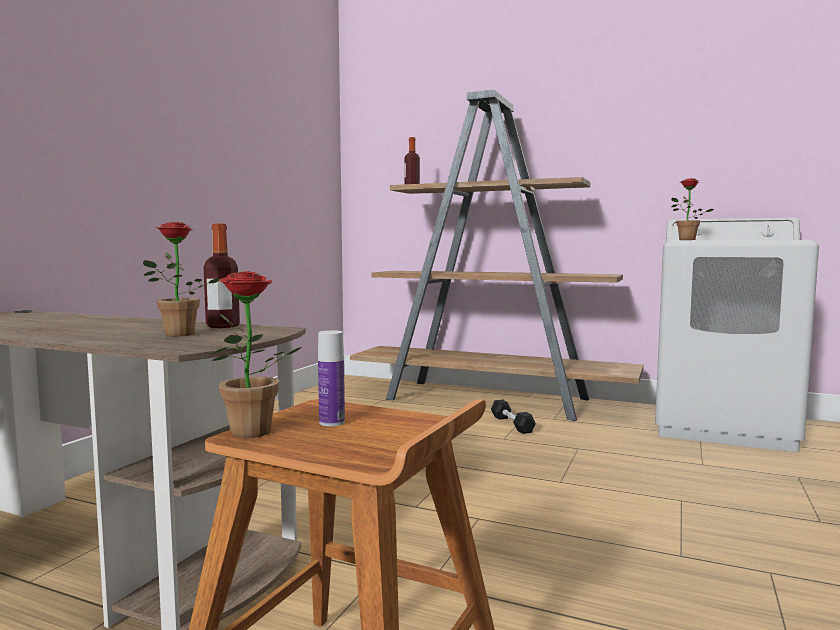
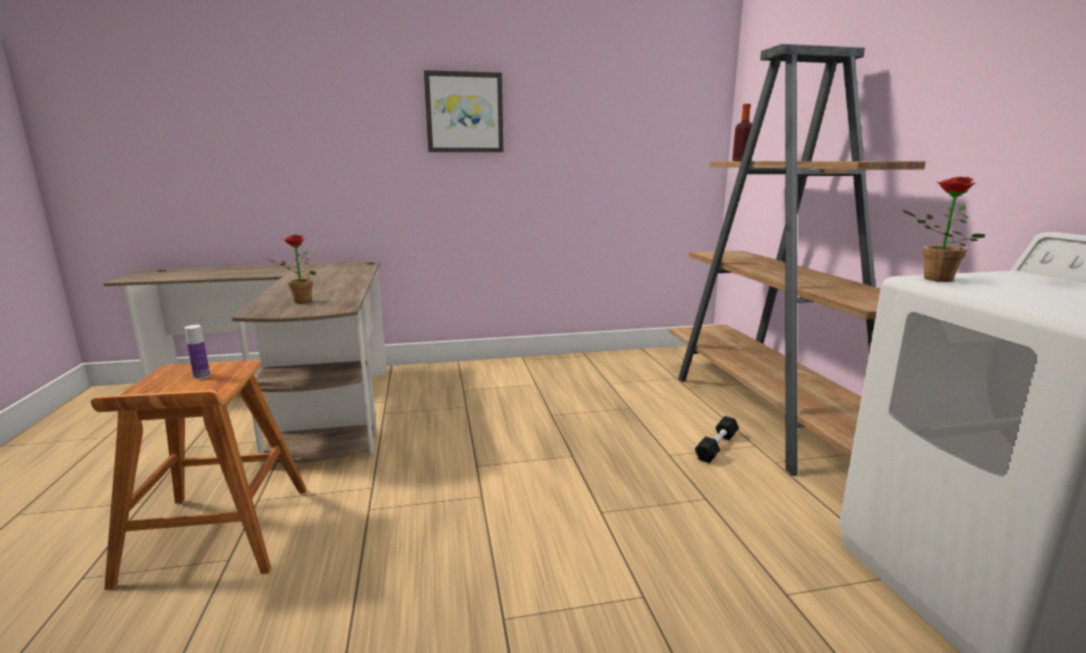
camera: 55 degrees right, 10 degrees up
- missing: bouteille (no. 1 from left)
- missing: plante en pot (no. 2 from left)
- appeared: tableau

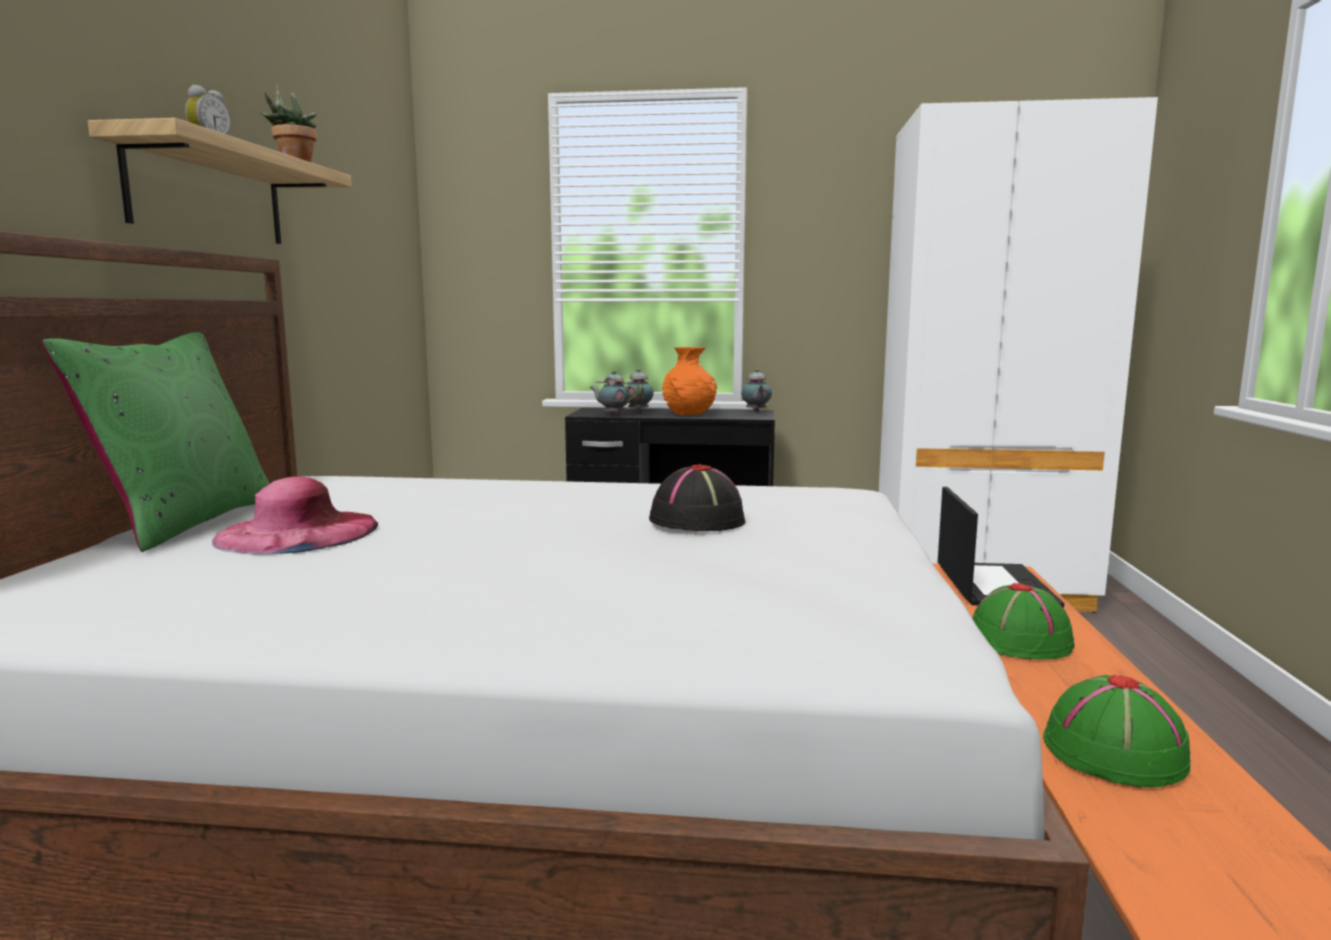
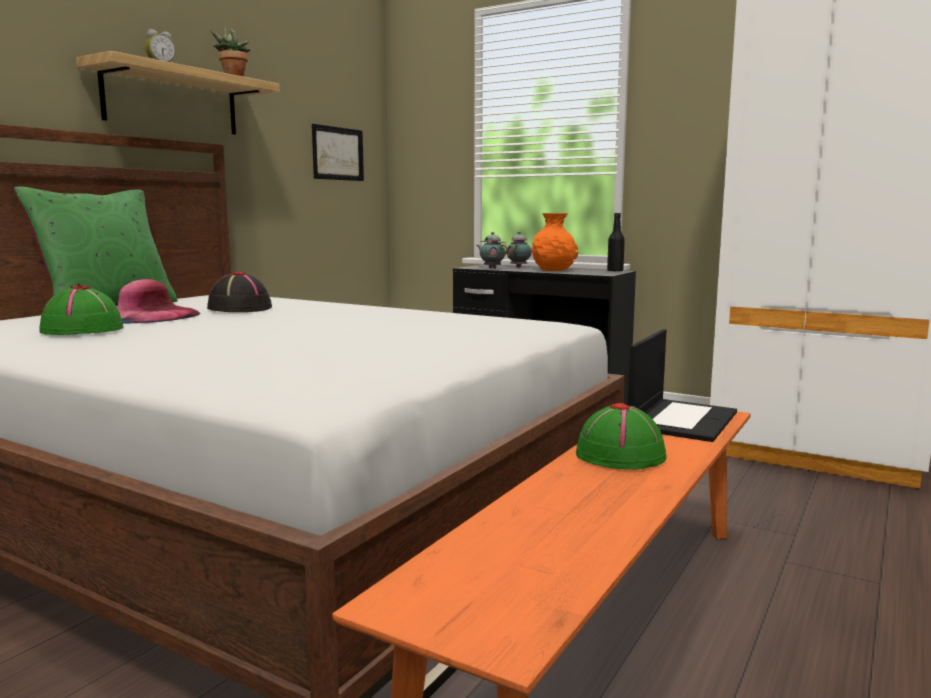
camera: 25 degrees right, 0 degrees up
- appeared: tableau
- relocated: chapeau/noir
- relocated: chapeau/vert (no. 2 from left in the first image) to chapeau/vert (no. 1 from left)
- exchanged: théière (no. 3 from left) to bouteille/noir

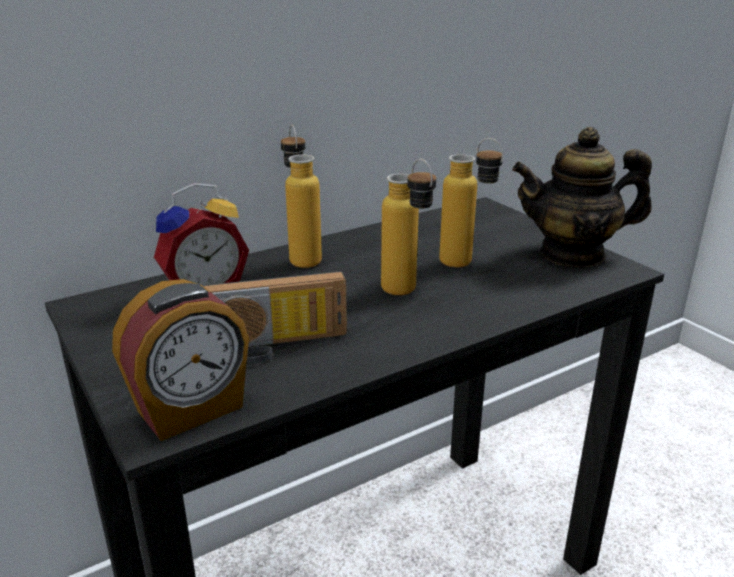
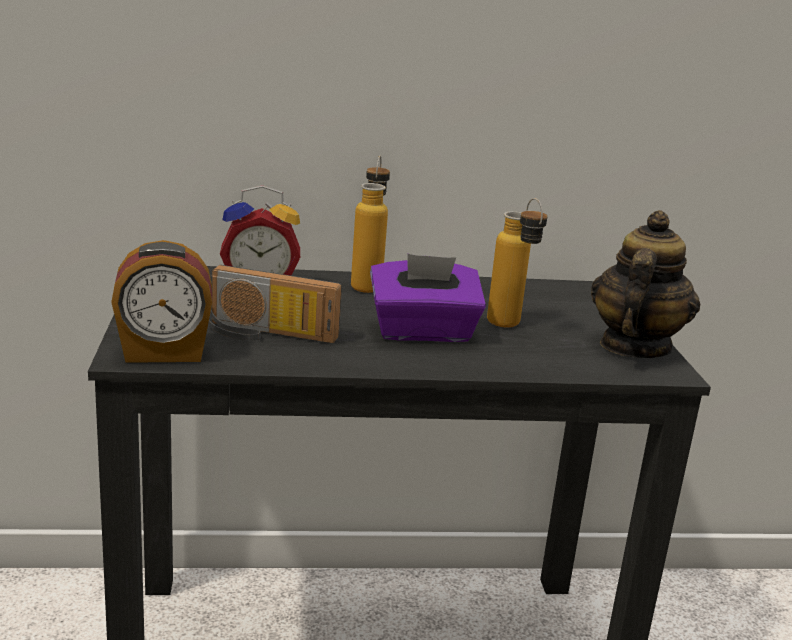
camera: 25 degrees right, 5 degrees down
- exchanged: bouteille (no. 2 from left) to boîte à mouchoirs/violet
- spun: théière 90 degrees clockwise

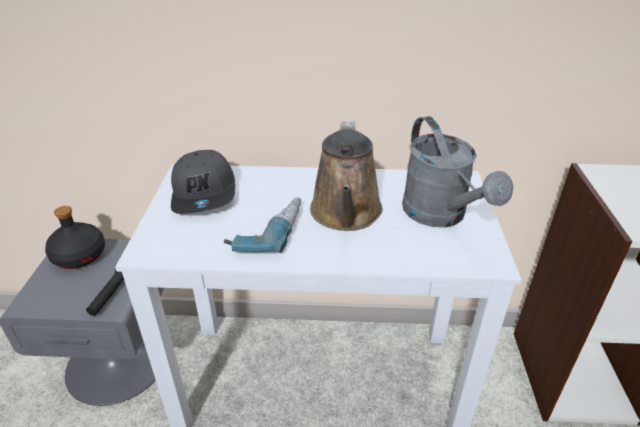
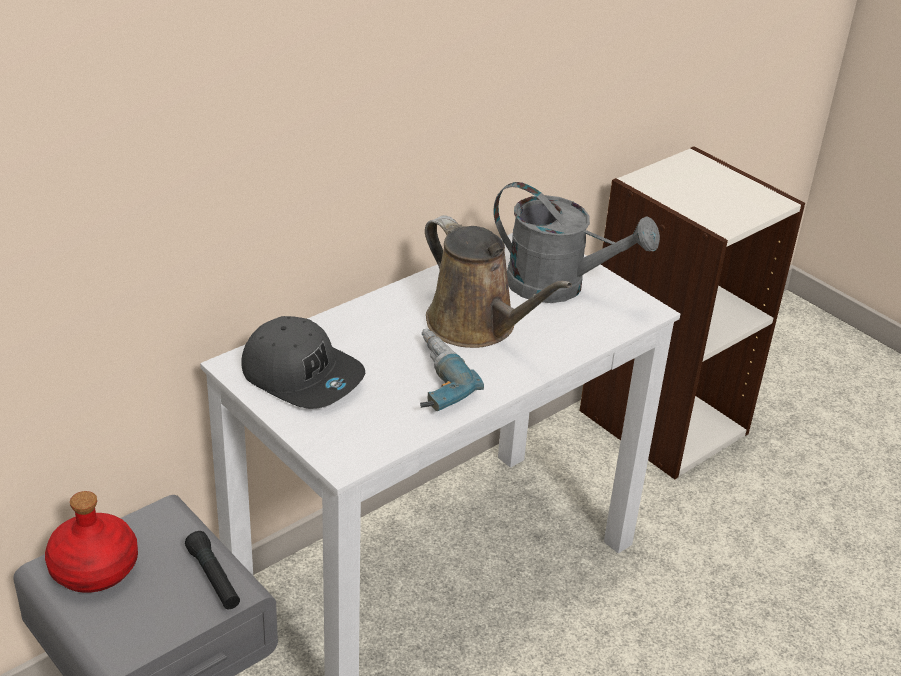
camera: 45 degrees left, 0 degrees up
- colour: bouteille/noir to bouteille/rouge

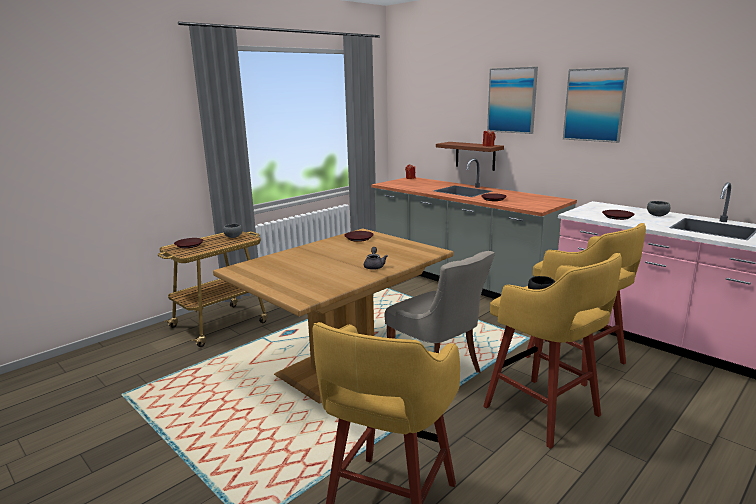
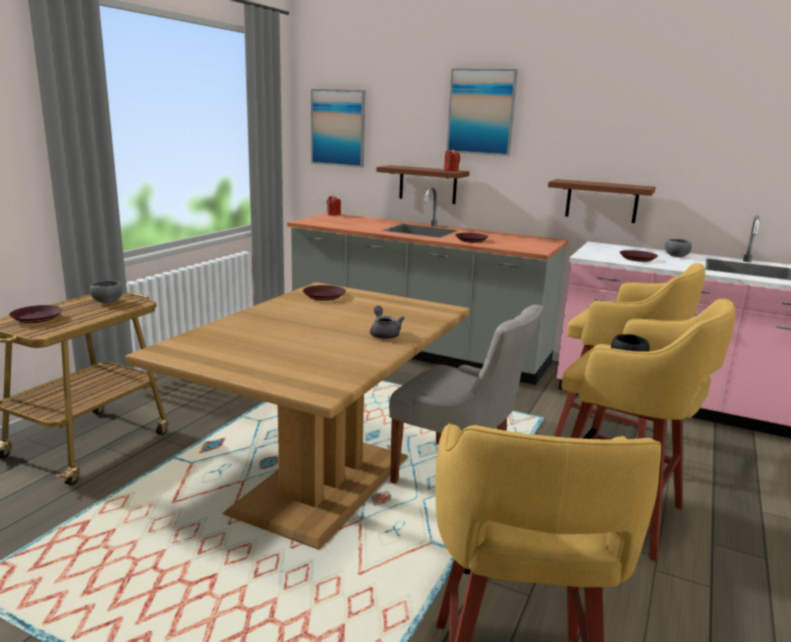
camera: 20 degrees left, 0 degrees up
- appeared: étagère/marron (no. 2 from left)
- relocated: tableau (no. 2 from left in the first image) to tableau (no. 1 from left)

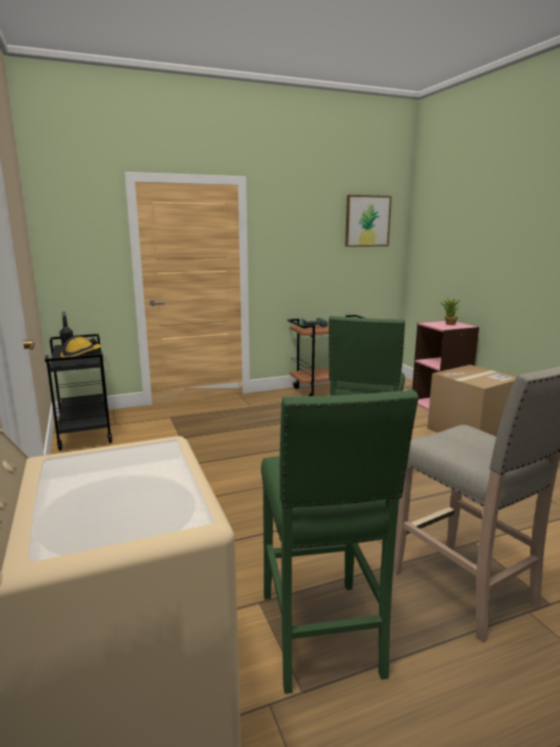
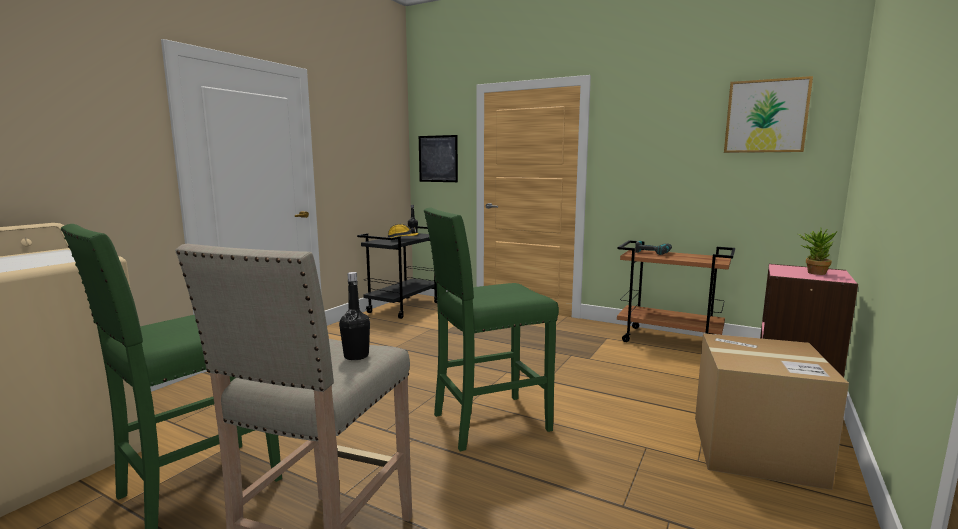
camera: 50 degrees right, 5 degrees down
- appeared: bouteille/noir (no. 1 from left)
- appeared: tableau (no. 1 from left)

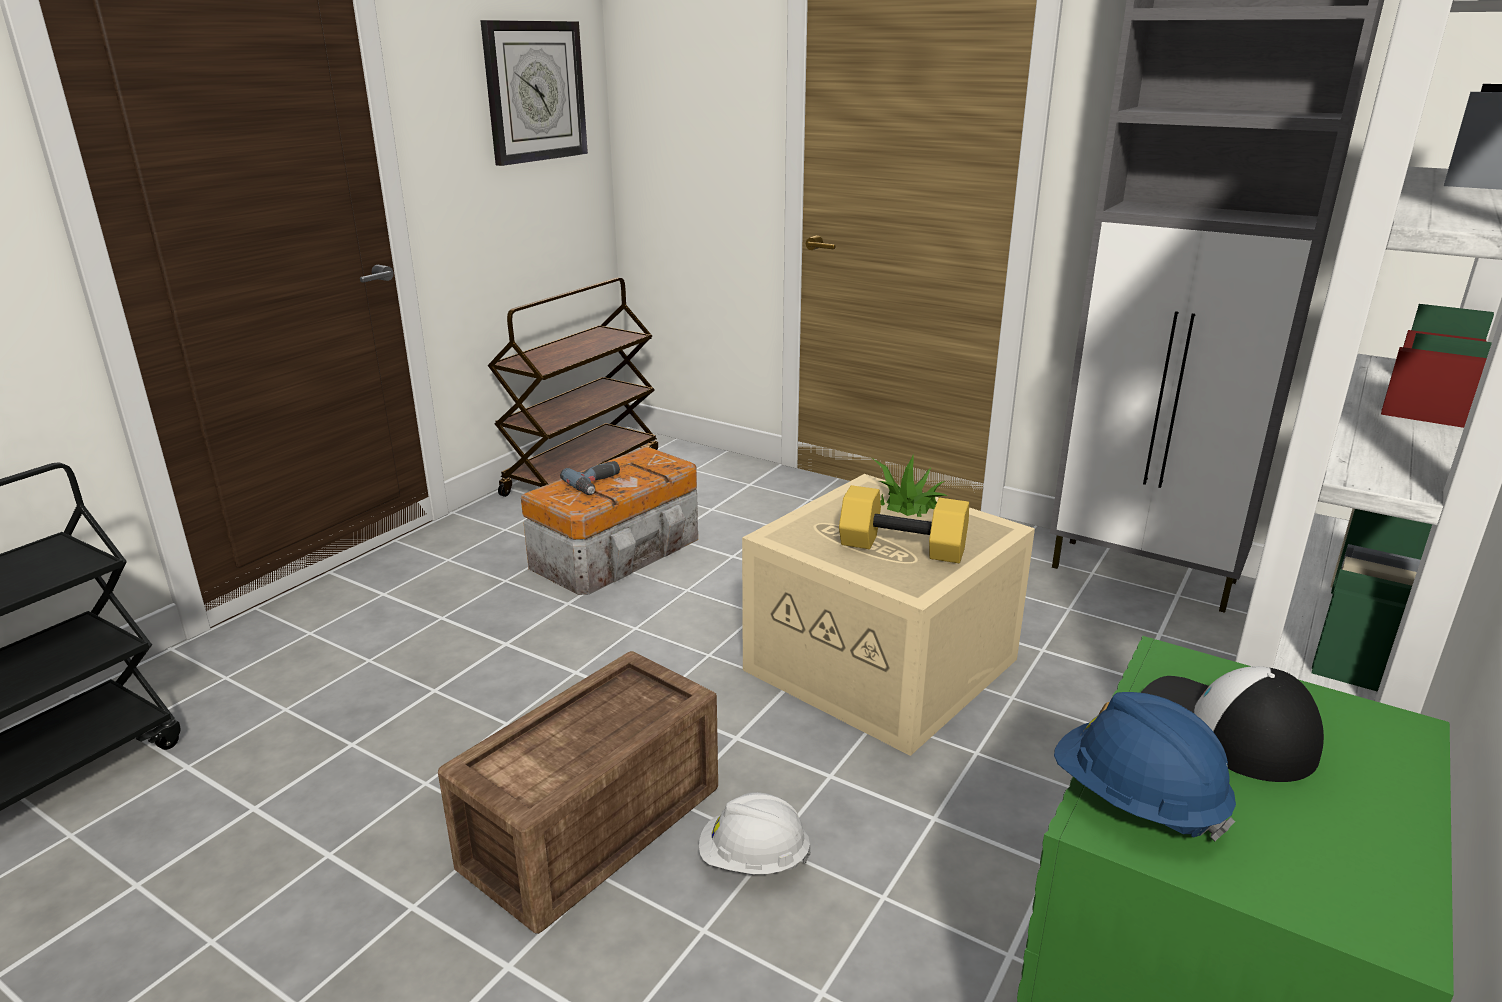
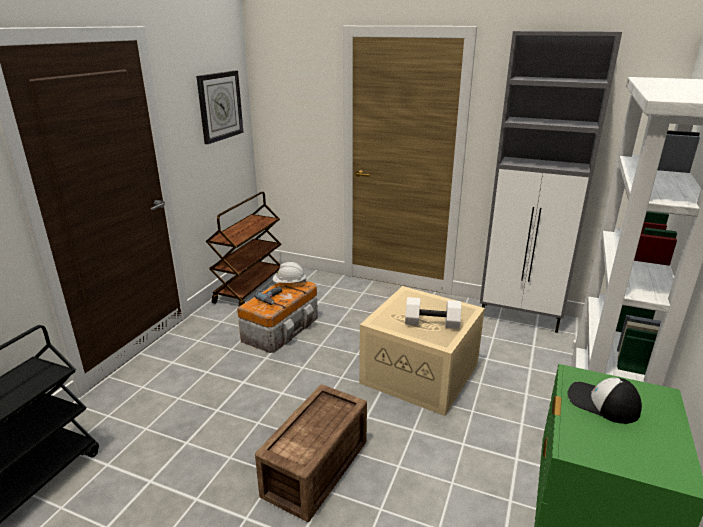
camera: 10 degrees left, 0 degrees up
- missing: plante en pot
- missing: casque de chantier/bleu
- relocated: casque de chantier/blanc
- colour: haltère/jaune to haltère/blanc

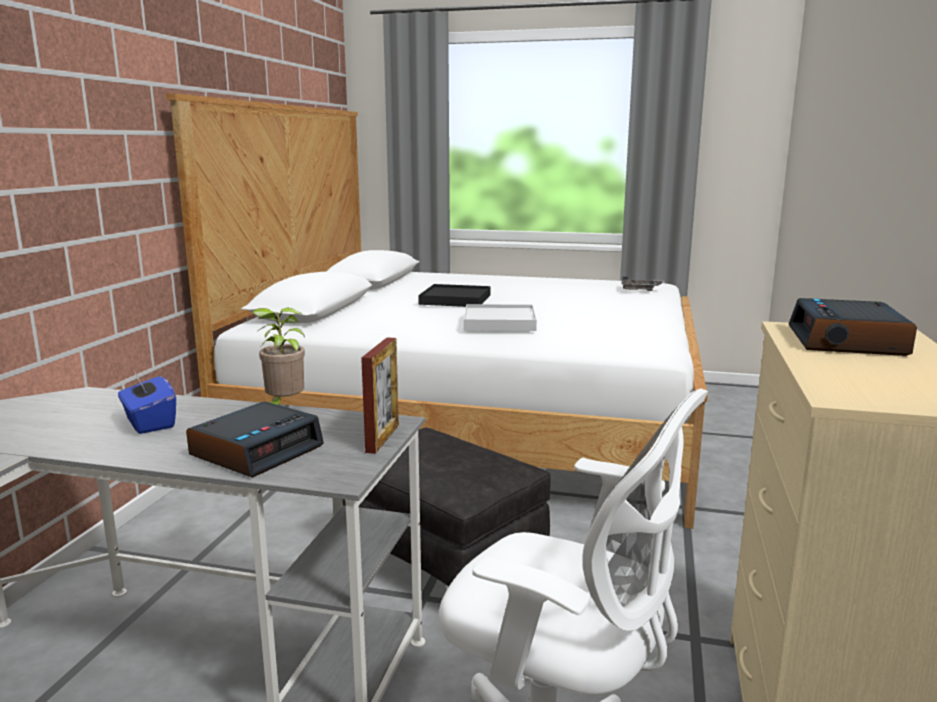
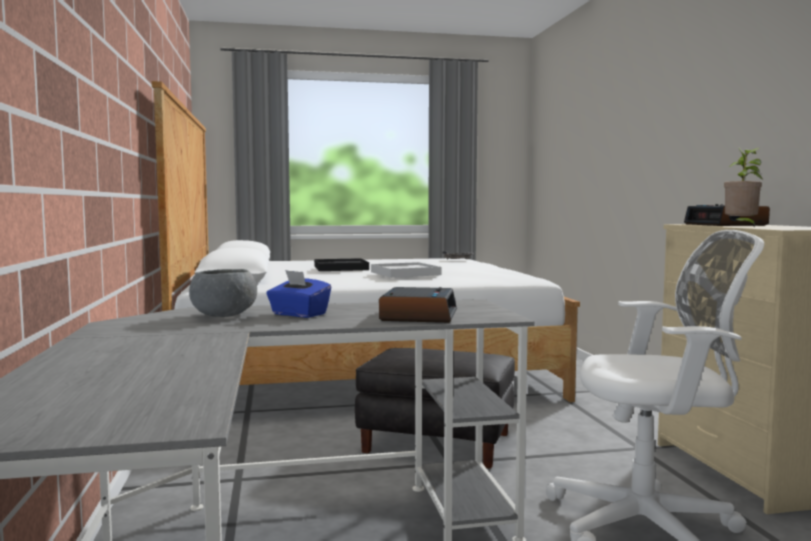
camera: 25 degrees left, 10 degrees down
- missing: cadre photo
- appeared: bol/gris
- relocated: plante en pot

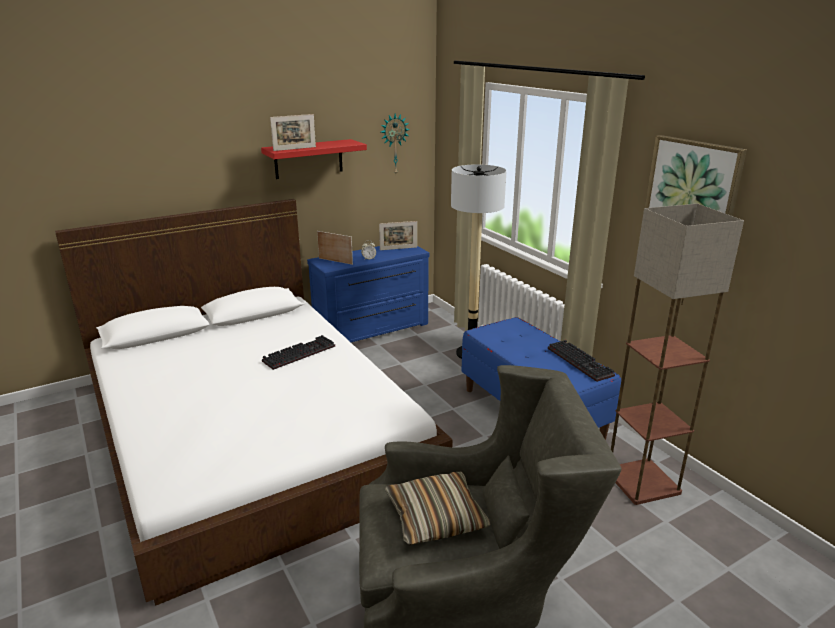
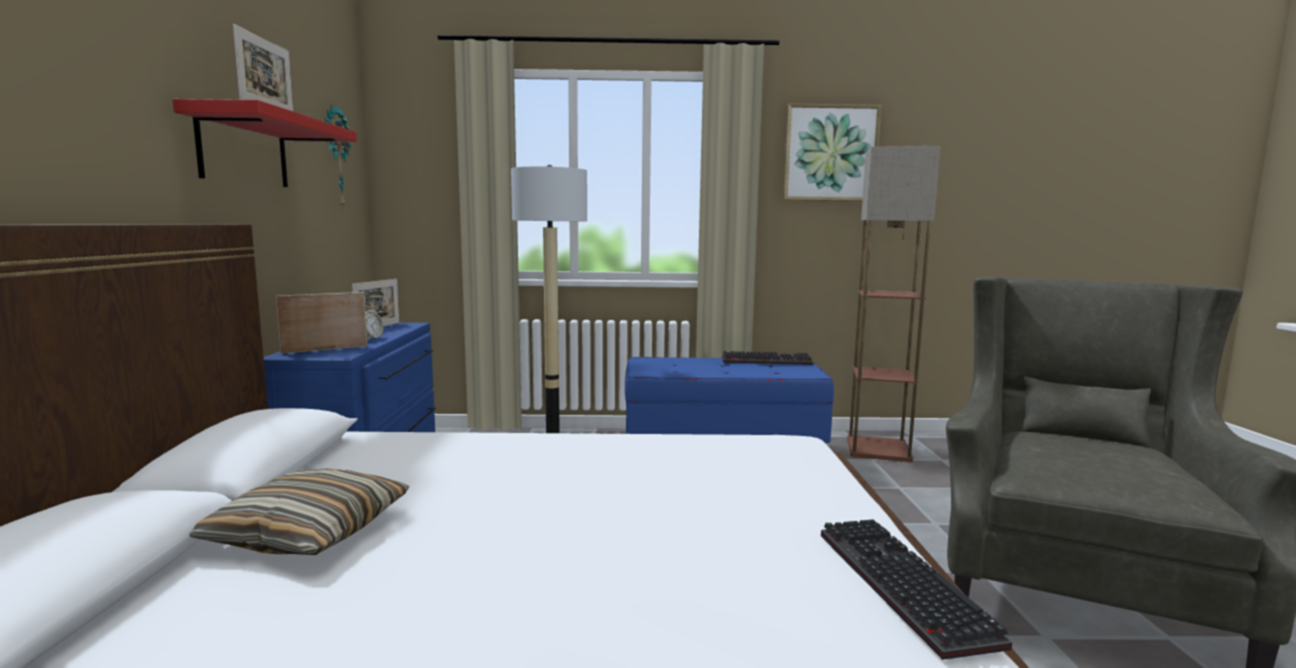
camera: 60 degrees left, 15 degrees down
- relocated: clavier (no. 1 from left in the first image) to clavier (no. 2 from left)
- relocated: coussin

